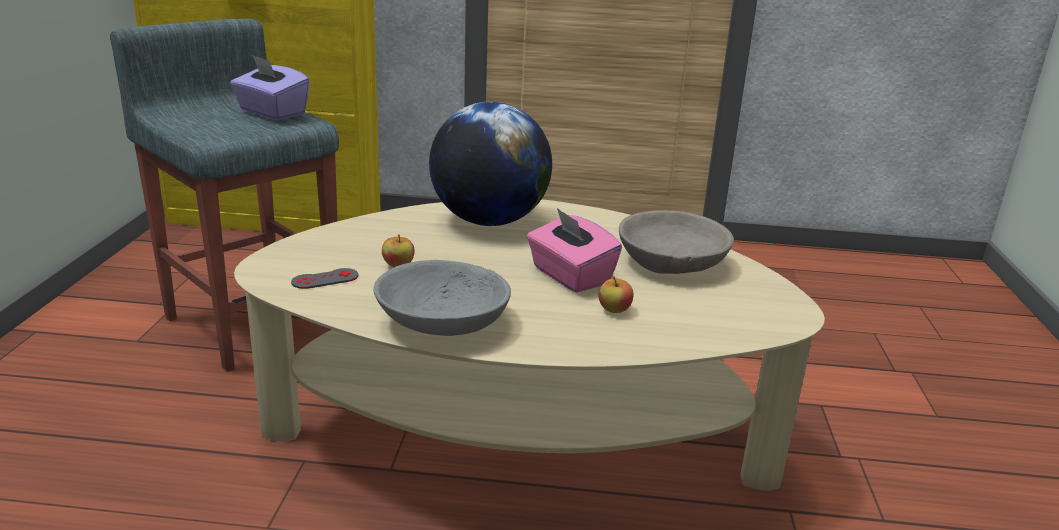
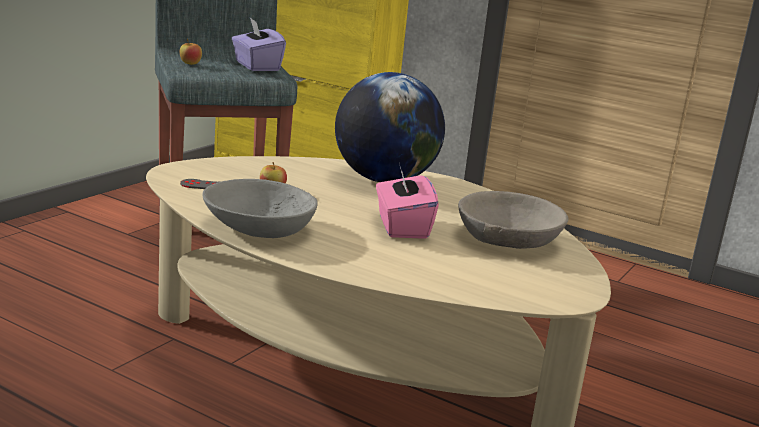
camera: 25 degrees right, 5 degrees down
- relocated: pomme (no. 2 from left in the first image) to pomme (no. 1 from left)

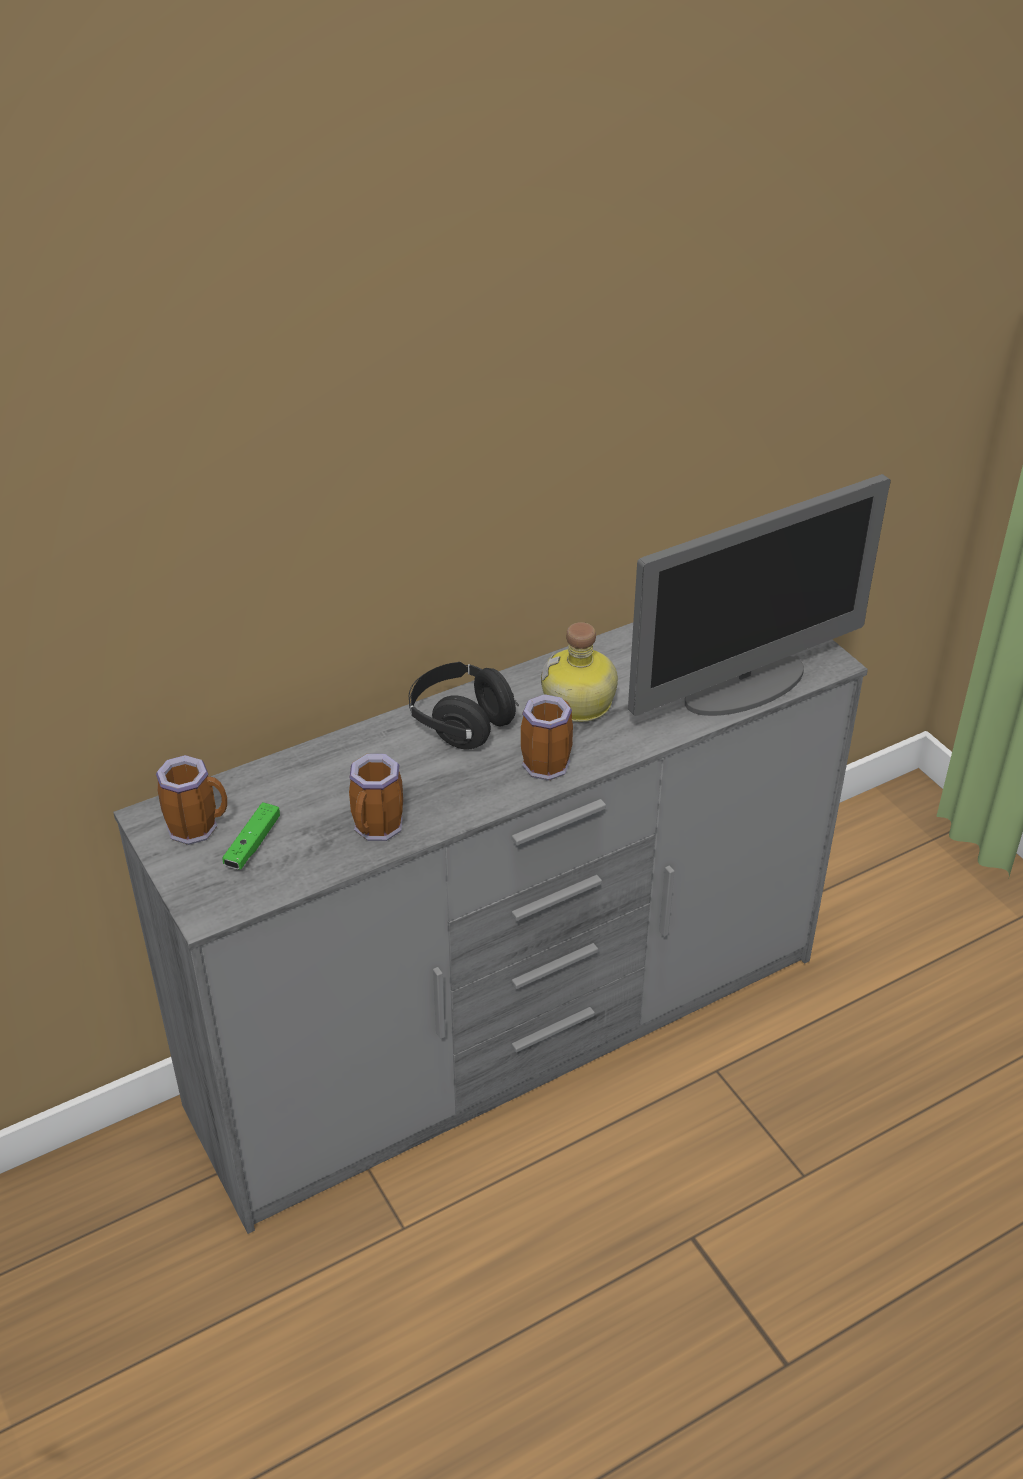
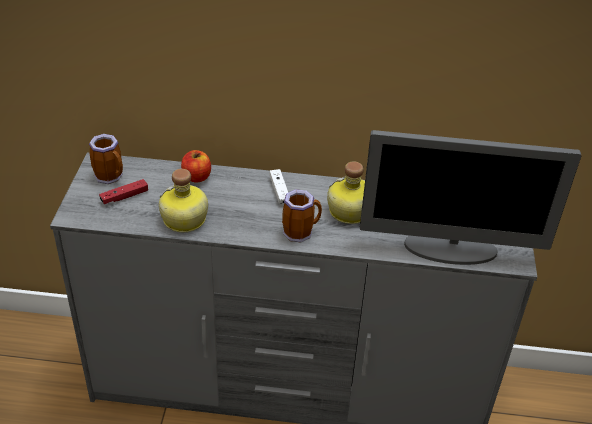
camera: 35 degrees right, 0 degrees up
- appeared: pomme
- exchanged: mug (no. 2 from left) to bouteille (no. 1 from left)
- exchanged: casque audio/noir to manette/blanc
- colour: manette/vert to manette/rouge

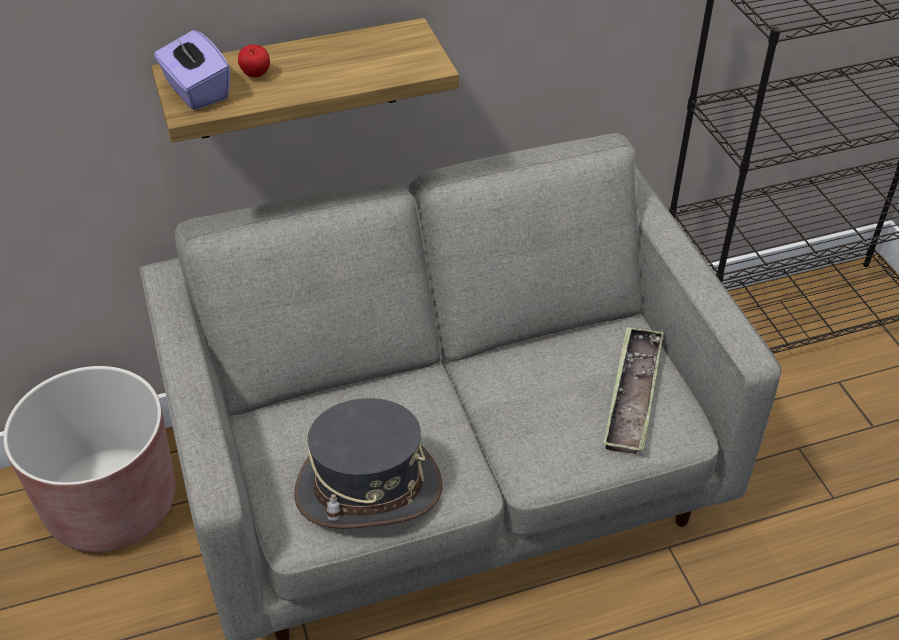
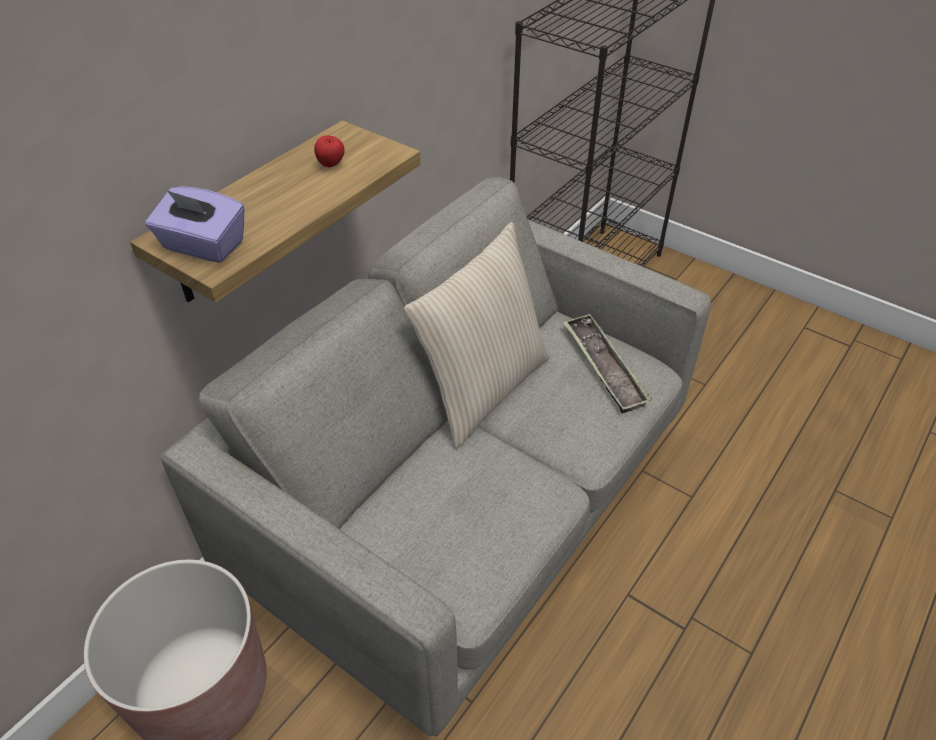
camera: 35 degrees left, 0 degrees up
- missing: chapeau/gris
- appeared: coussin/beige
- relocated: pomme

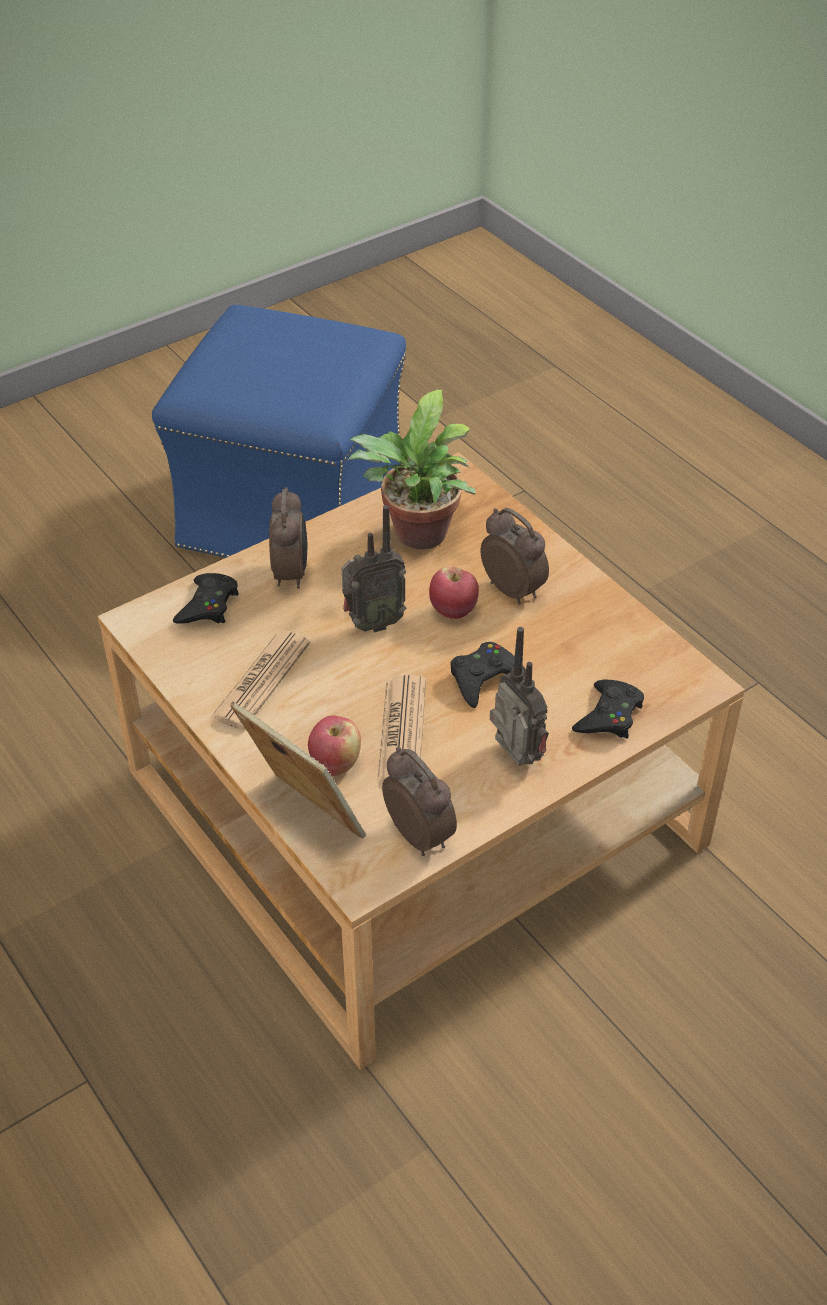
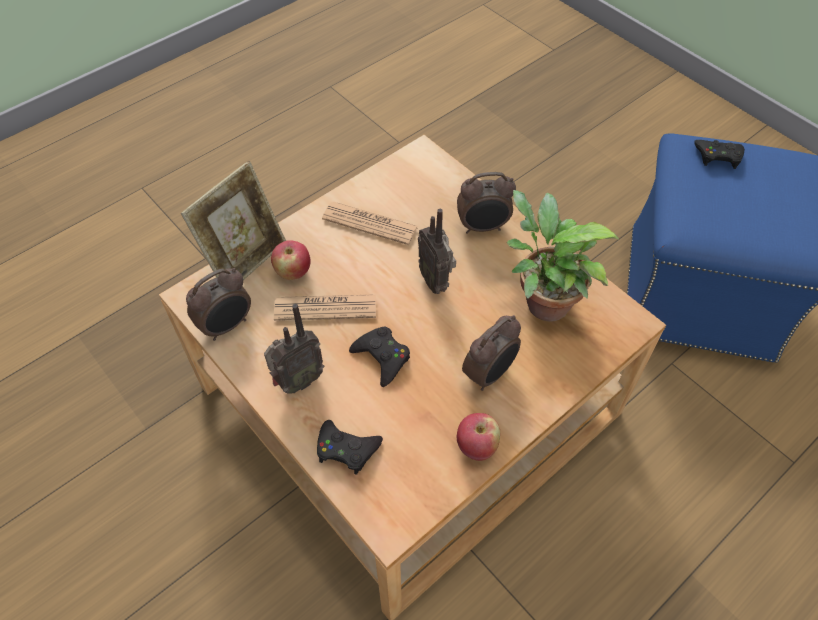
camera: 85 degrees right, 10 degrees up
- relocated: manette/noir (no. 1 from left in the first image) to manette/noir (no. 3 from left)
- relocated: pomme (no. 2 from left)

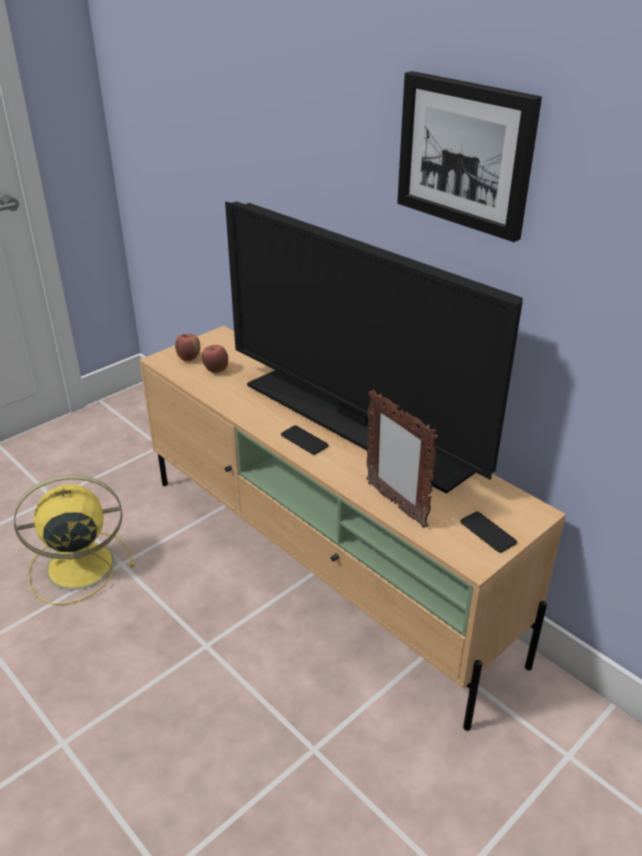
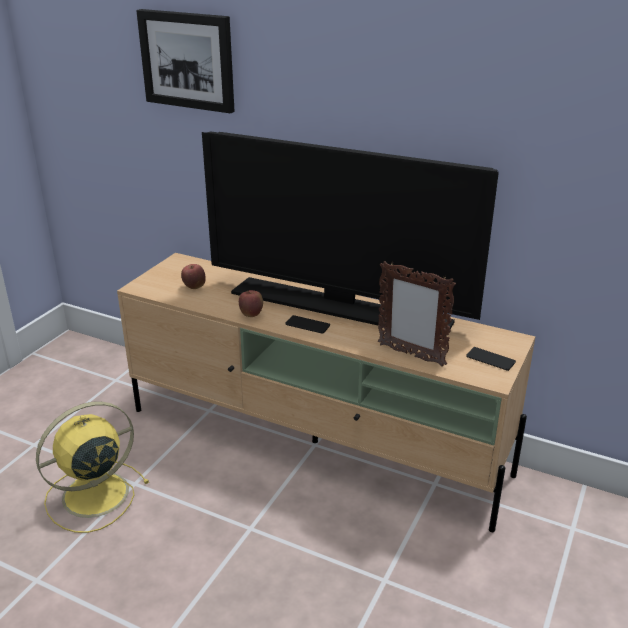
camera: 20 degrees left, 5 degrees down
- relocated: pomme (no. 1 from left in the first image) to pomme (no. 2 from left)
- relocated: tableau

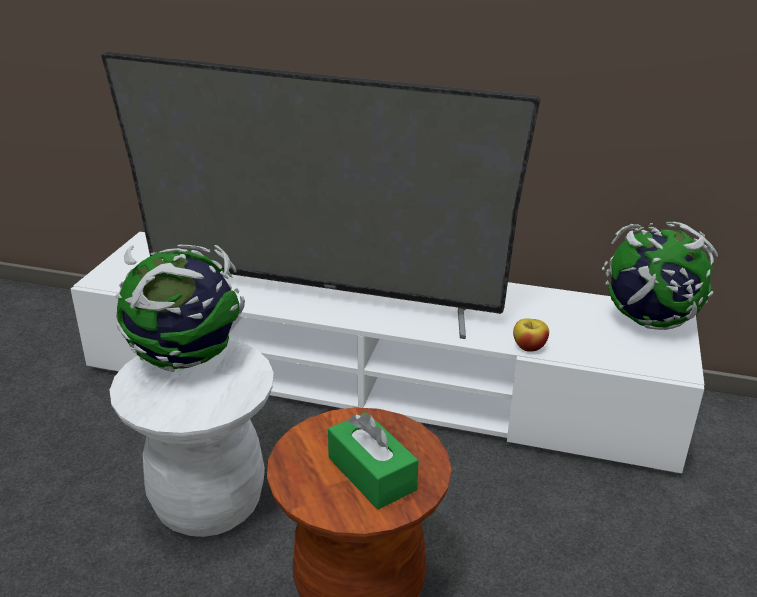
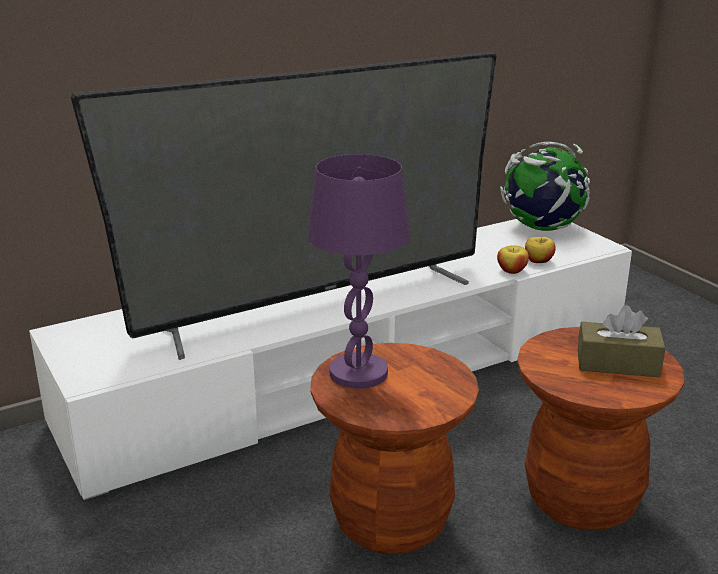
camera: 45 degrees left, 5 degrees down
- appeared: pomme (no. 2 from left)
- exchanged: globe (no. 1 from left) to lampe de table/violet
- colour: tabouret/blanc to tabouret/marron (no. 1 from left)
- colour: boîte à mouchoirs/vert to boîte à mouchoirs/marron

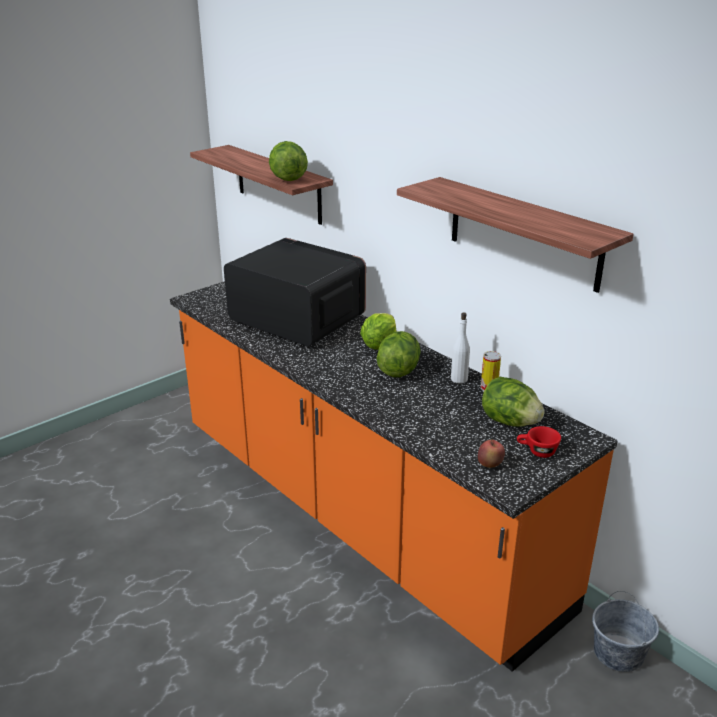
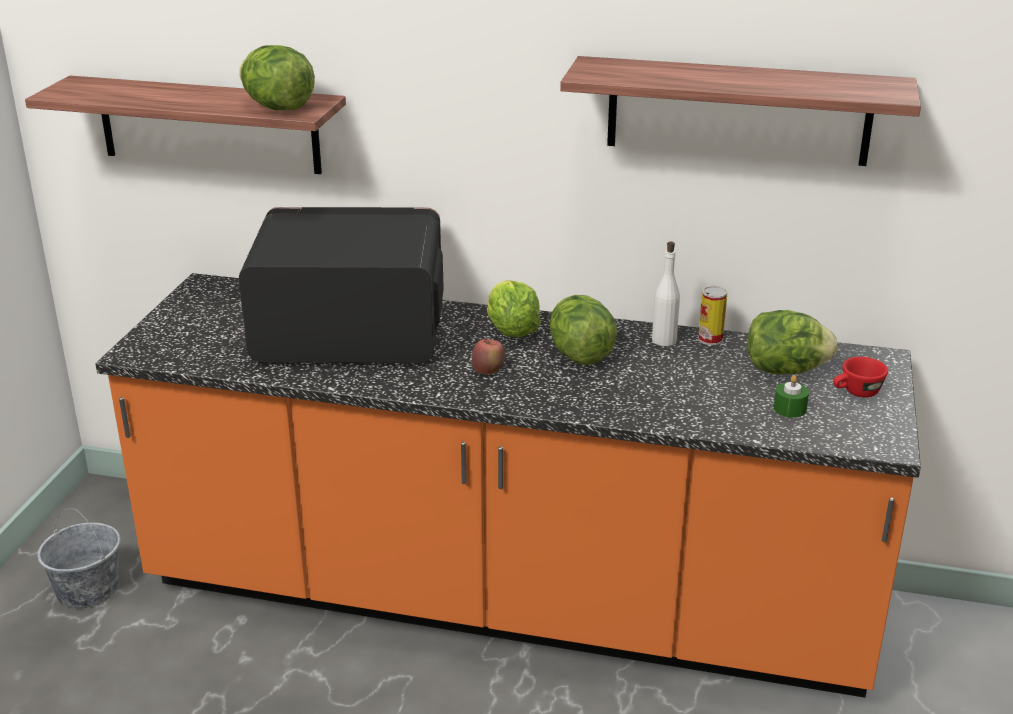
camera: 35 degrees left, 0 degrees up
- appeared: bougie/vert
- relocated: pomme
- relocated: seau/gris

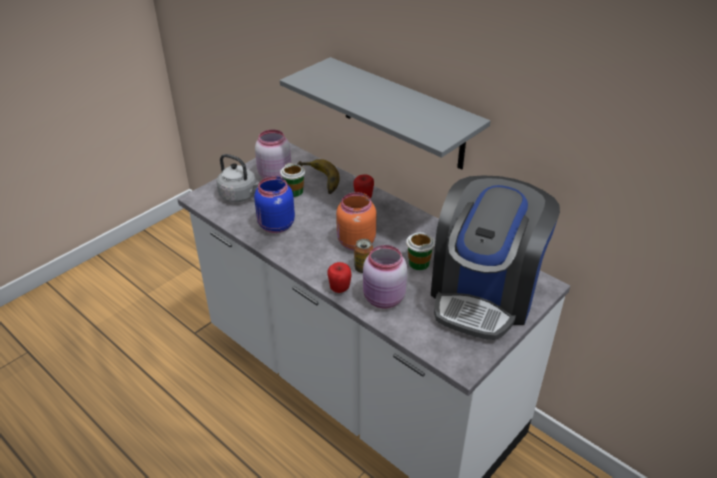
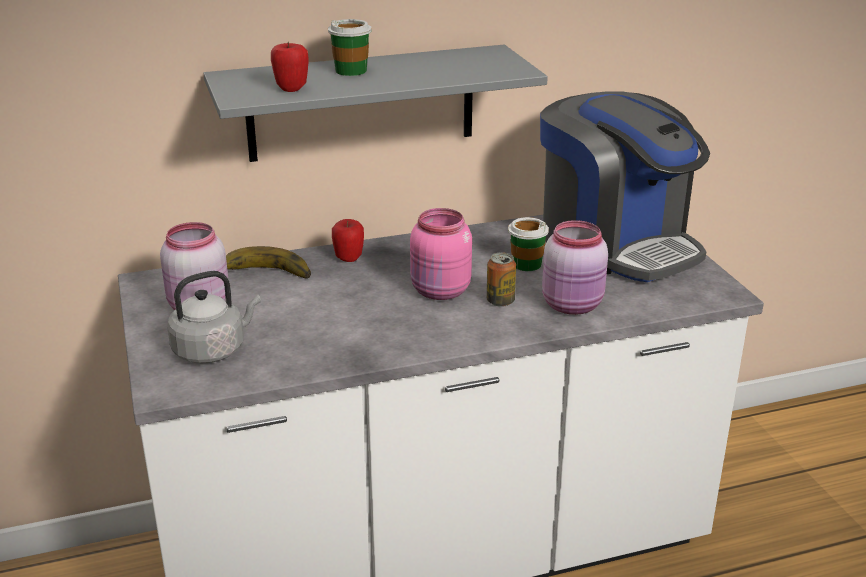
camera: 60 degrees left, 10 degrees down
- missing: bocal/bleu
- relocated: tasse (no. 1 from left)
- relocated: pomme (no. 1 from left)
- colour: bocal/orange to bocal/rose (no. 2 from left)

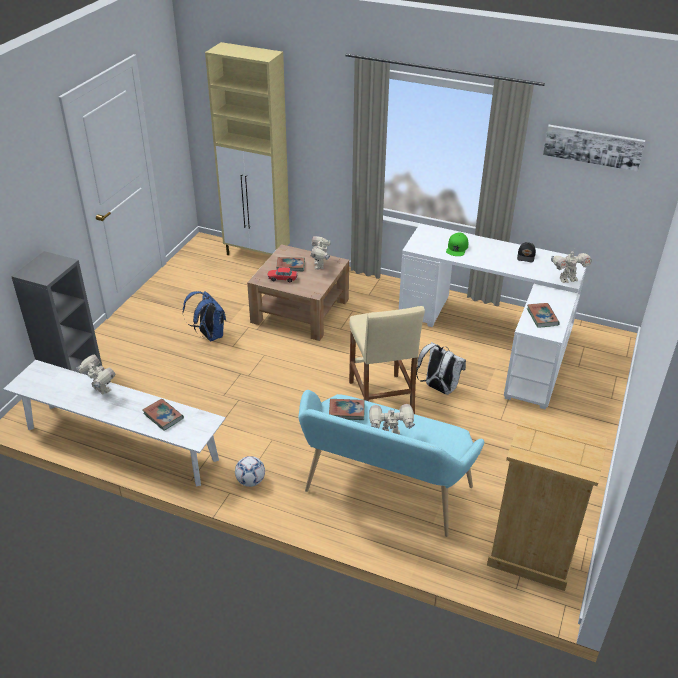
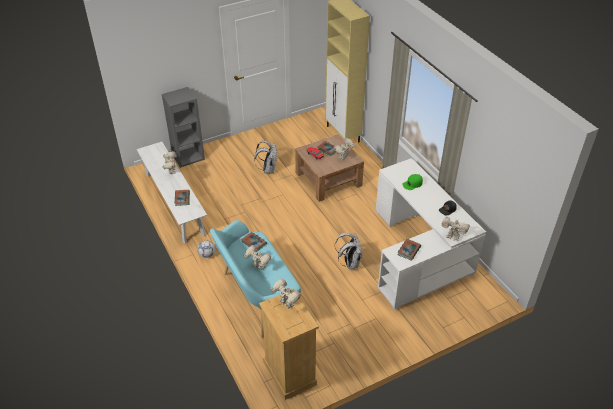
camera: 40 degrees right, 5 degrees up
- missing: tabouret/beige
- missing: tableau
- appeared: robot jouet (no. 3 from left)
- colour: sac à dos/bleu to sac à dos/blanc (no. 1 from left)

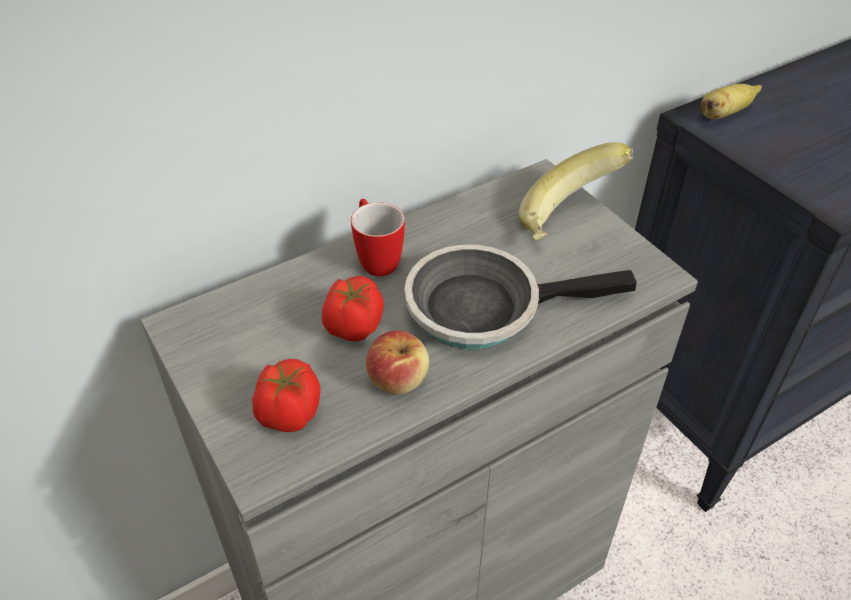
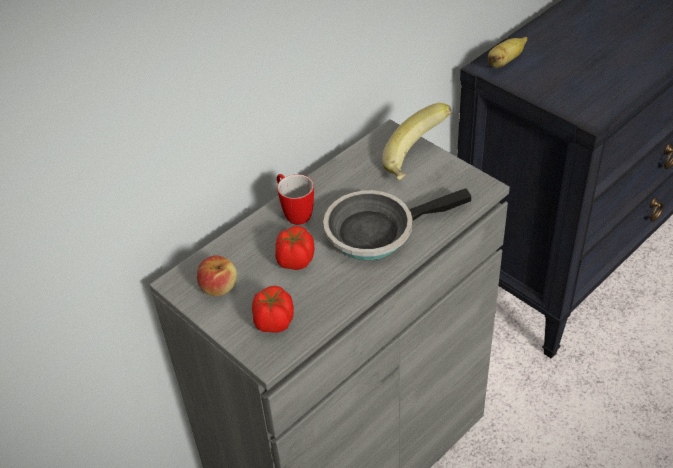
camera: 10 degrees left, 0 degrees up
- relocated: pomme

